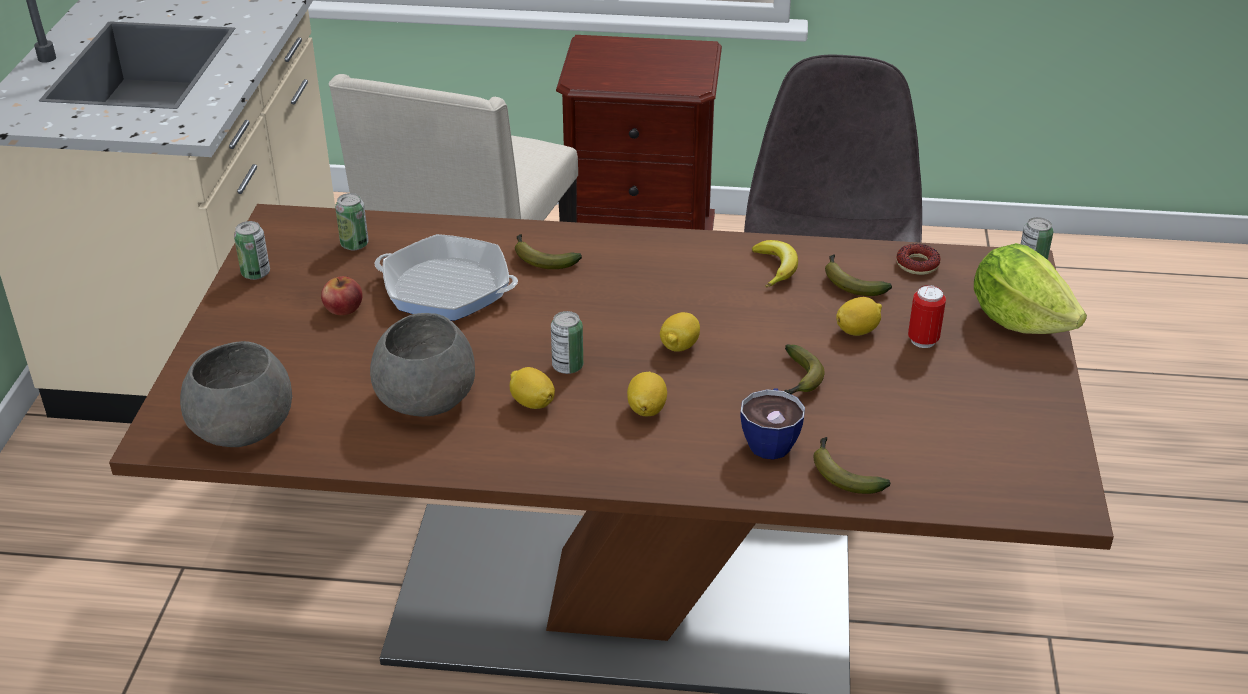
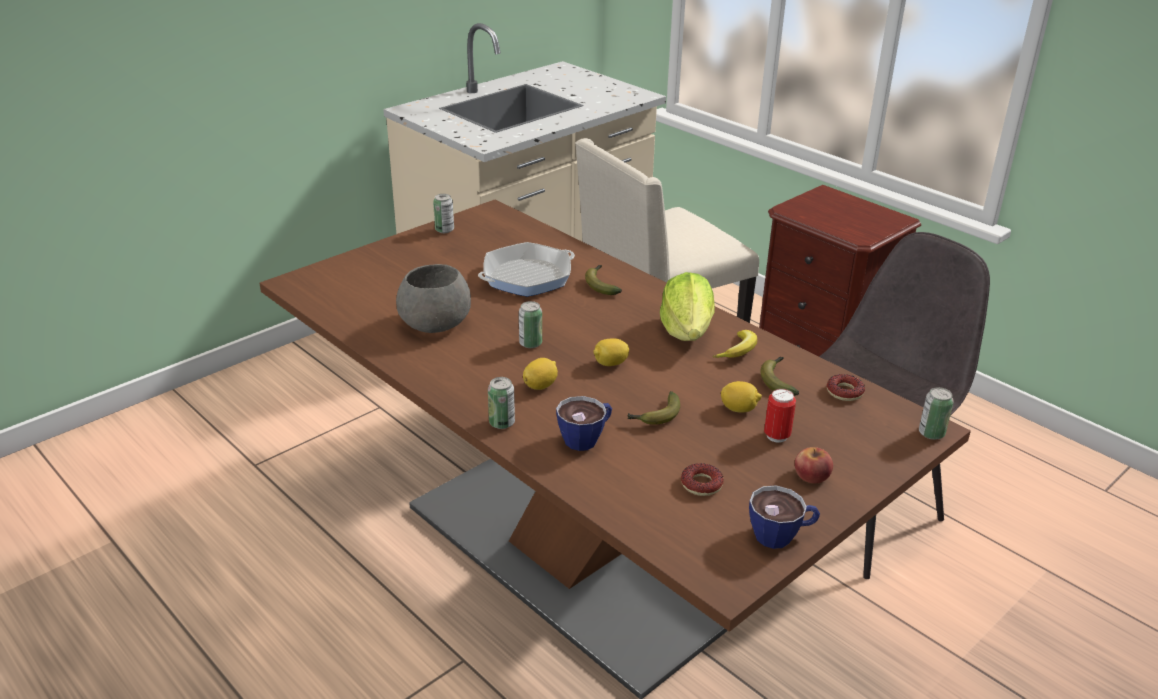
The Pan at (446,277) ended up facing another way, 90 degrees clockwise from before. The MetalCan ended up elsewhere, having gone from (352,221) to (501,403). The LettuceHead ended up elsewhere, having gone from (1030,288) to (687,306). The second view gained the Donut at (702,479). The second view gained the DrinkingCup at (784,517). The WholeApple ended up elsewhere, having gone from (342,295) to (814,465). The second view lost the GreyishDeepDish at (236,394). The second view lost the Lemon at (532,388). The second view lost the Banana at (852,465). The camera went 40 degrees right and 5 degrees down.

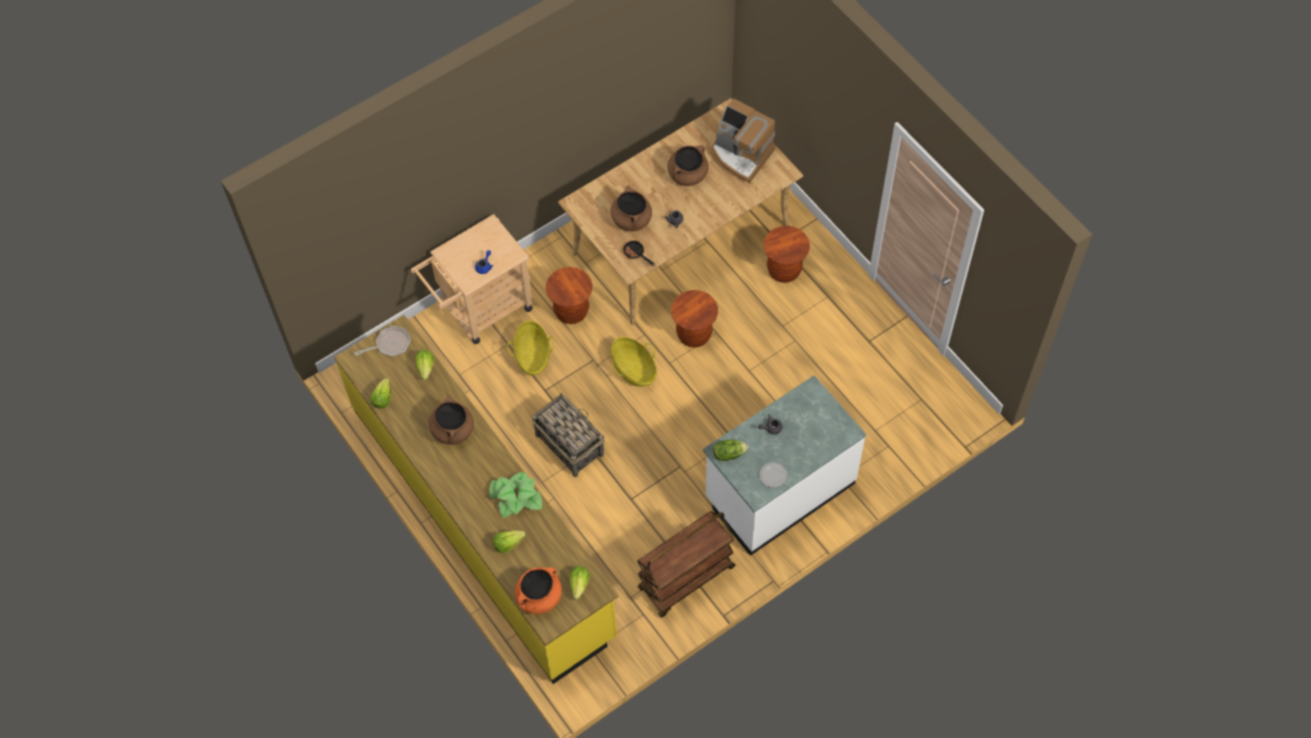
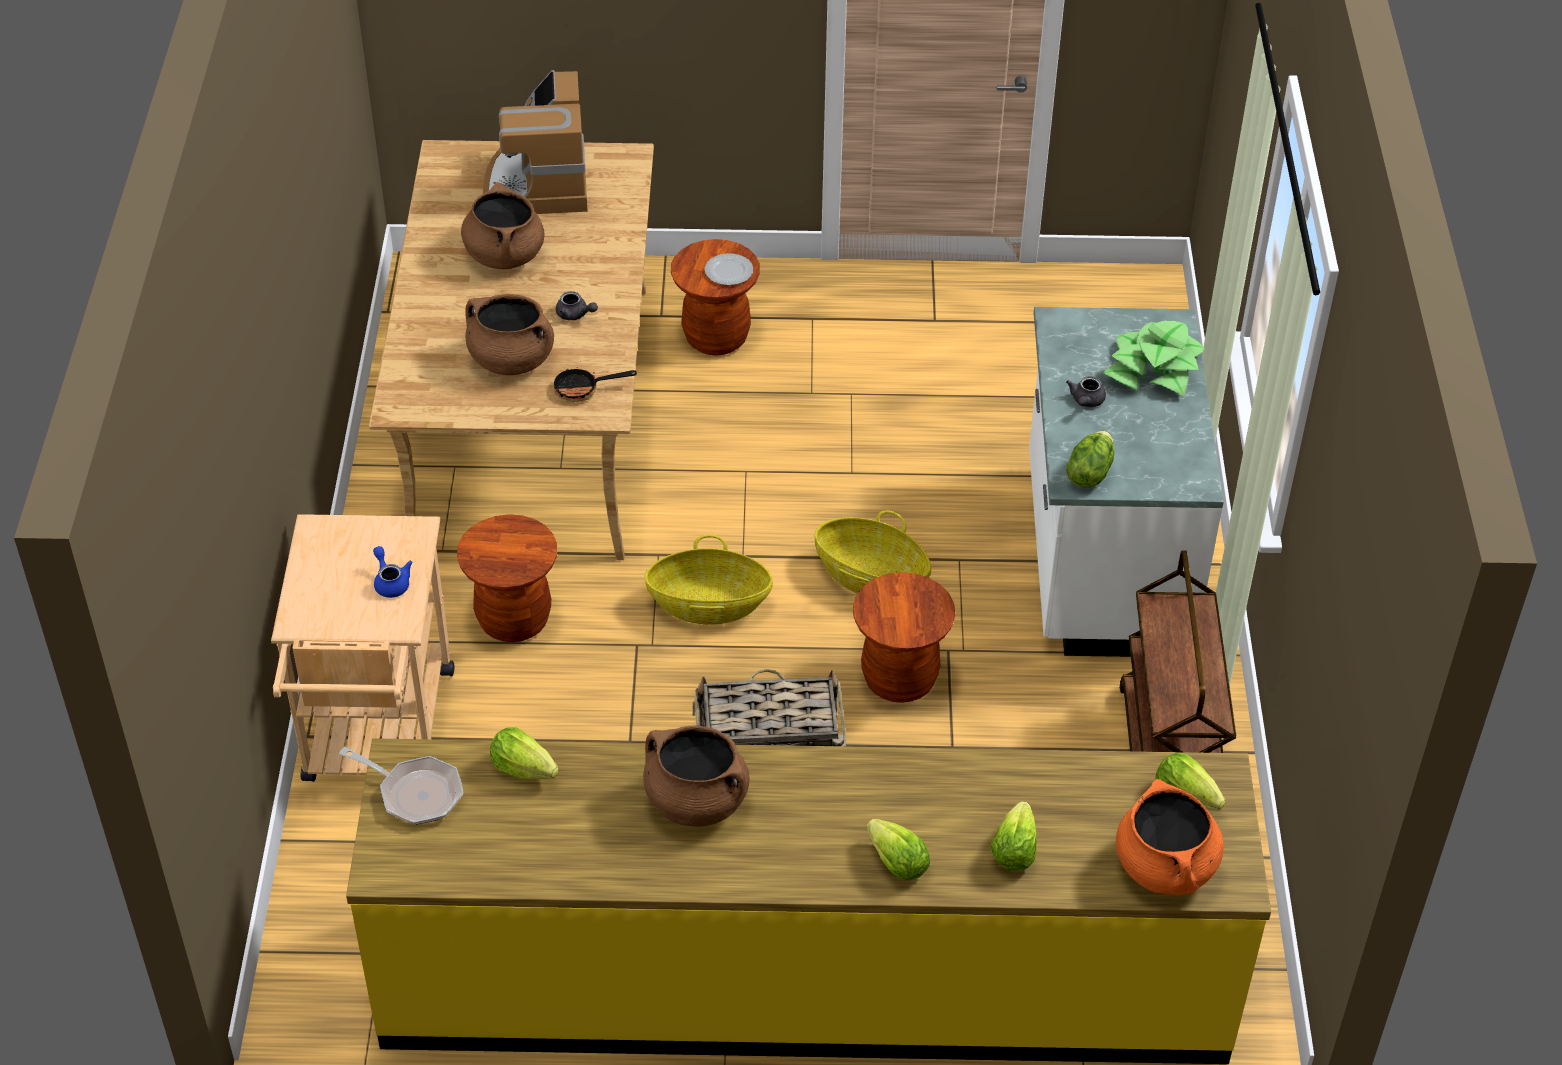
The Pan at (382,341) ended up facing another way, 105 degrees clockwise from before. The CoffeeBrewer at (743,141) ended up facing another way, 105 degrees clockwise from before. The Plate ended up elsewhere, having gone from (773,475) to (729,269). The Basket ended up elsewhere, having gone from (531,348) to (873,551). The BrownColouredStoolSeat ended up elsewhere, having gone from (694,319) to (904,637). The LettuceHead ended up elsewhere, having gone from (380,393) to (898,850). The Houseplant ended up elsewhere, having gone from (515,495) to (1153,358). The camera went 55 degrees left and 15 degrees down.

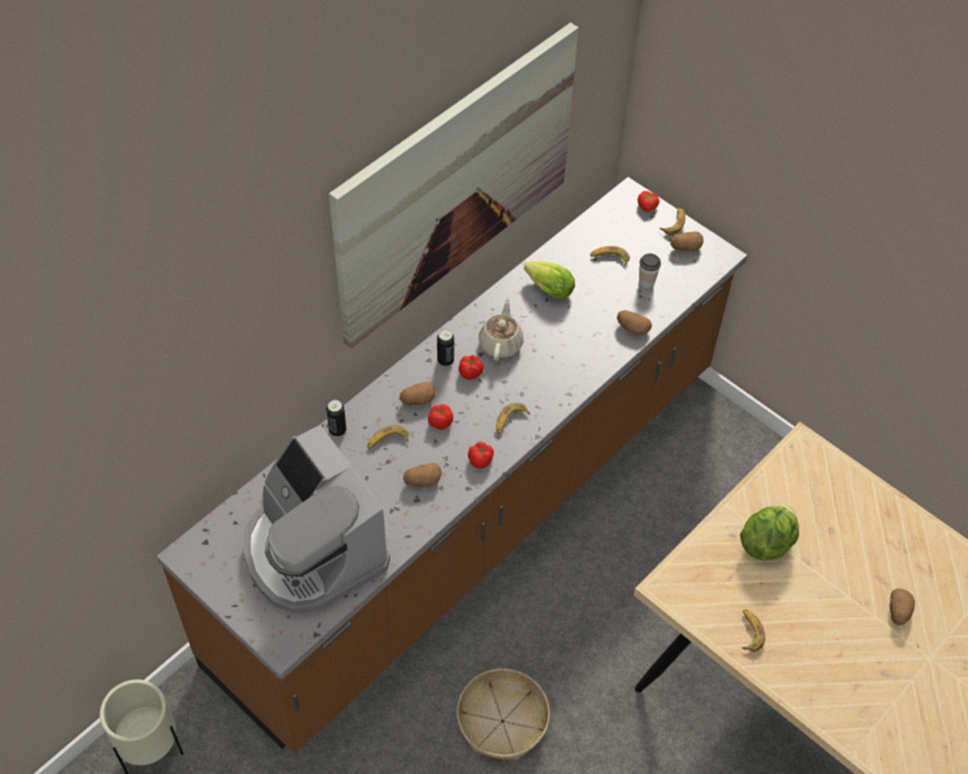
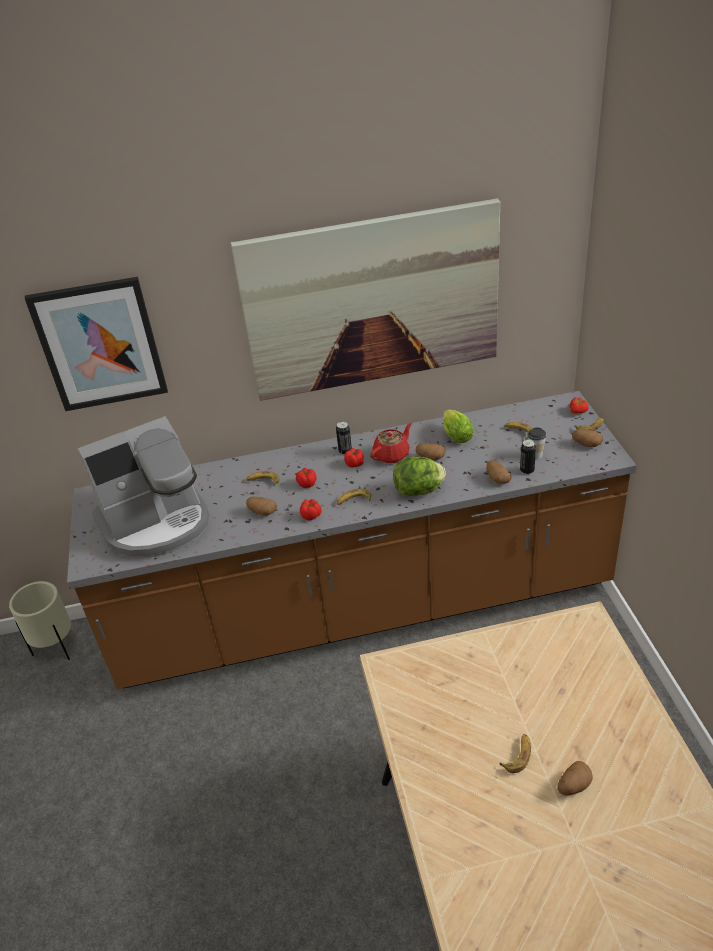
The second view gained the WallPicture at (96,344). The CoffeeBrewer at (317,519) ended up facing another way, 120 degrees counterclockwise from before. What was the BeigeTeapot at (501,329) turned into the RedTeapot at (391,443). The LettuceHead ended up elsewhere, having gone from (769,532) to (419,476). The WholePotato ended up elsewhere, having gone from (417,393) to (431,451). The Banana ended up elsewhere, having gone from (753,630) to (515,753). The MetalCan ended up elsewhere, having gone from (336,418) to (528,457). The second view lost the Basket at (503,714). The camera went 40 degrees right and 15 degrees down.

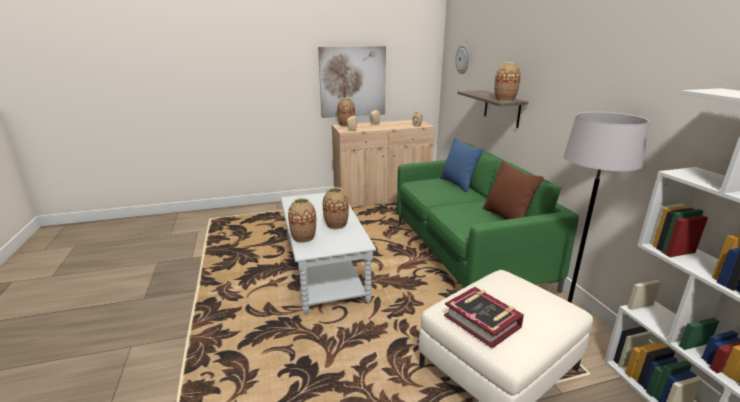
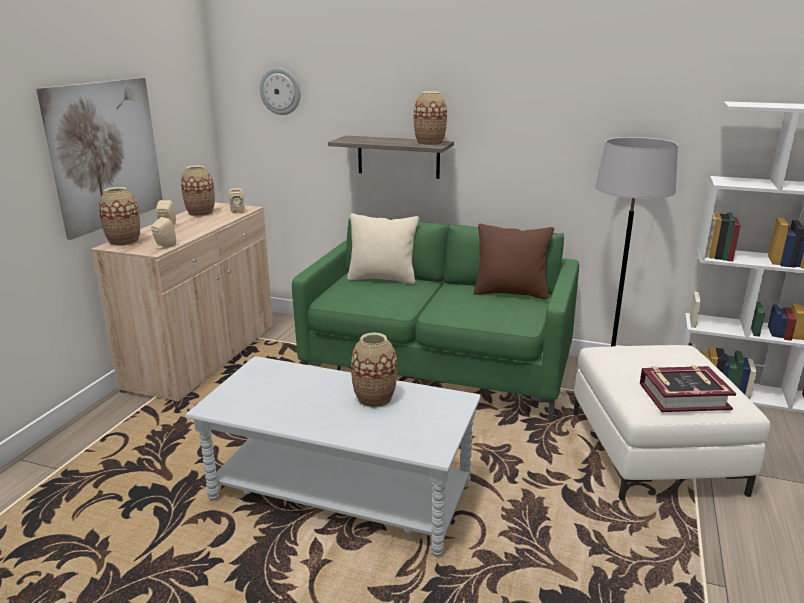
The FlowerVase ended up elsewhere, having gone from (302,220) to (198,190). What was the BlueCushion at (462,165) turned into the BeigeCushion at (383,248). The camera went 55 degrees left and 0 degrees up.

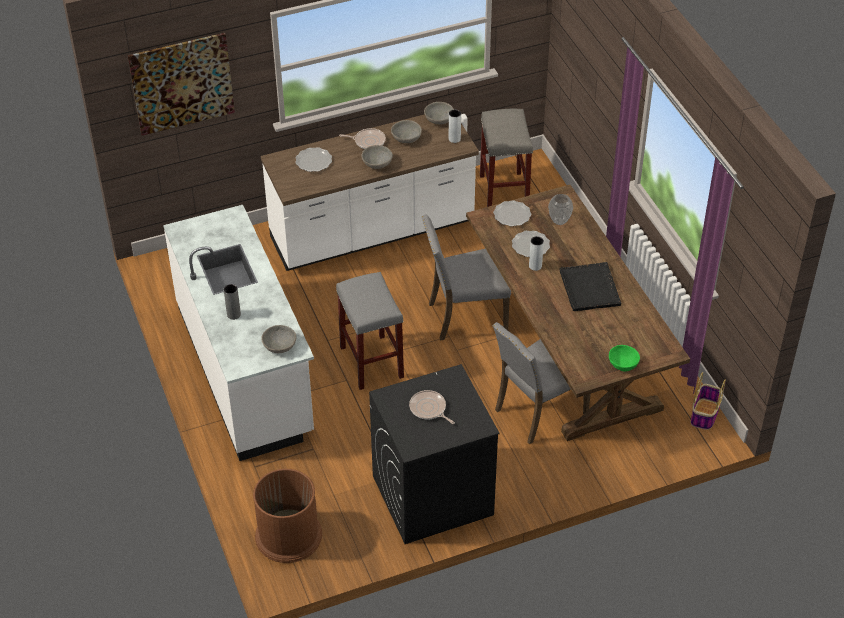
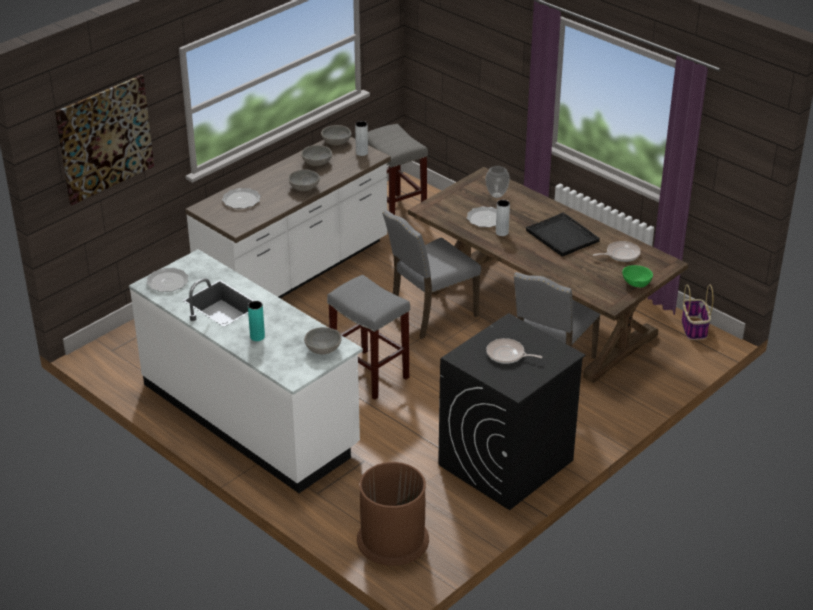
The Plate ended up elsewhere, having gone from (512,213) to (168,280). What was the GreyishFlowerVase at (232,302) turned into the BlueGreenFlowerVase at (256,321). The Pan ended up elsewhere, having gone from (362,138) to (617,251). The camera went 25 degrees left and 10 degrees down.

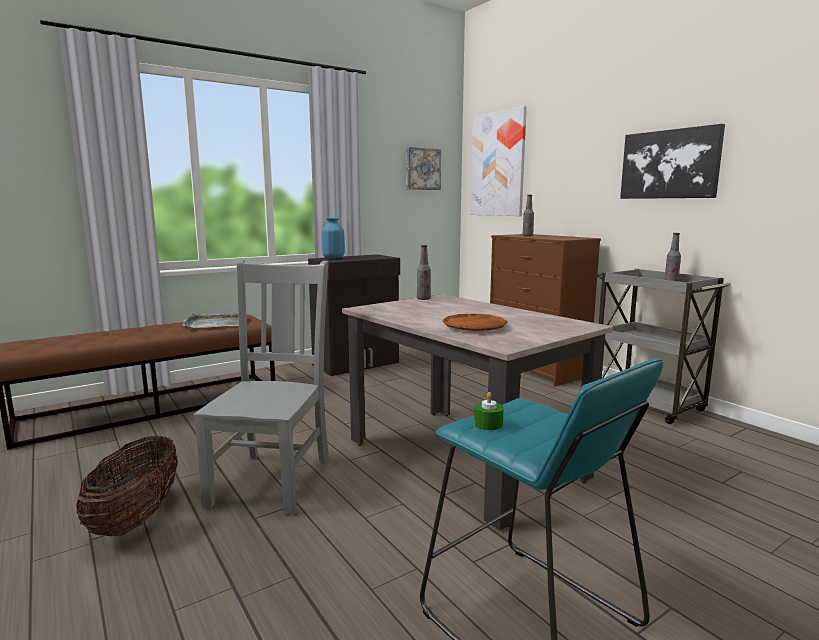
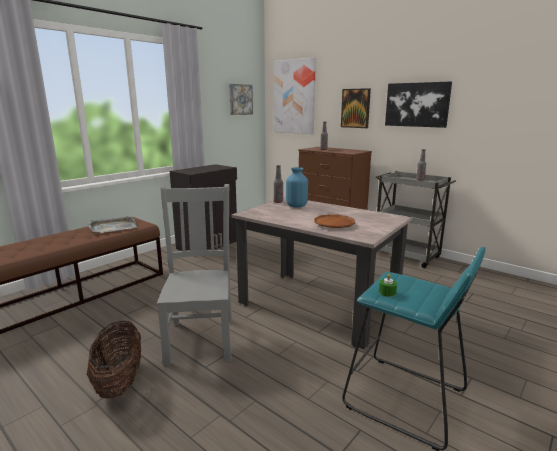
The BlueFlowerVase ended up elsewhere, having gone from (333,238) to (297,187). The second view gained the WallPicture at (356,108). The camera went 15 degrees left and 5 degrees up.

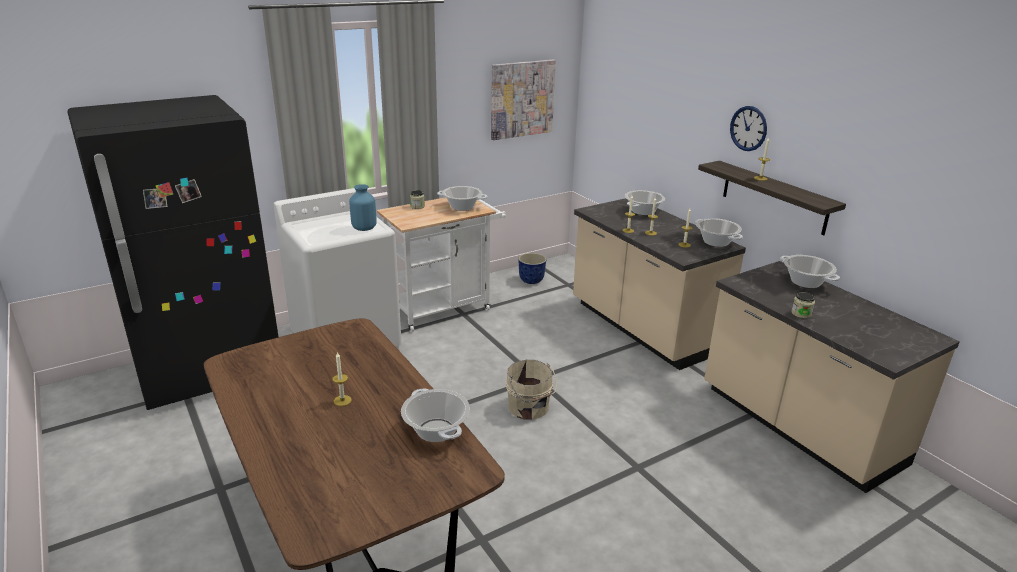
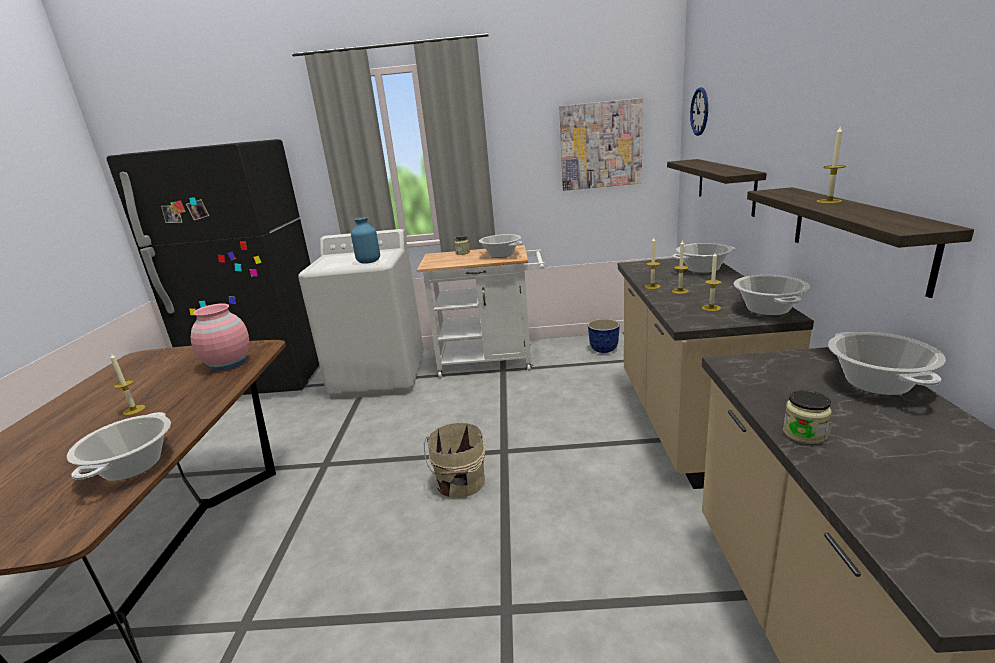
The second view gained the PinkFlowerVase at (220,337). The second view gained the BracketShelf at (717,188). The HangingClock ended up elsewhere, having gone from (748,128) to (699,111). The camera went 35 degrees right and 5 degrees down.

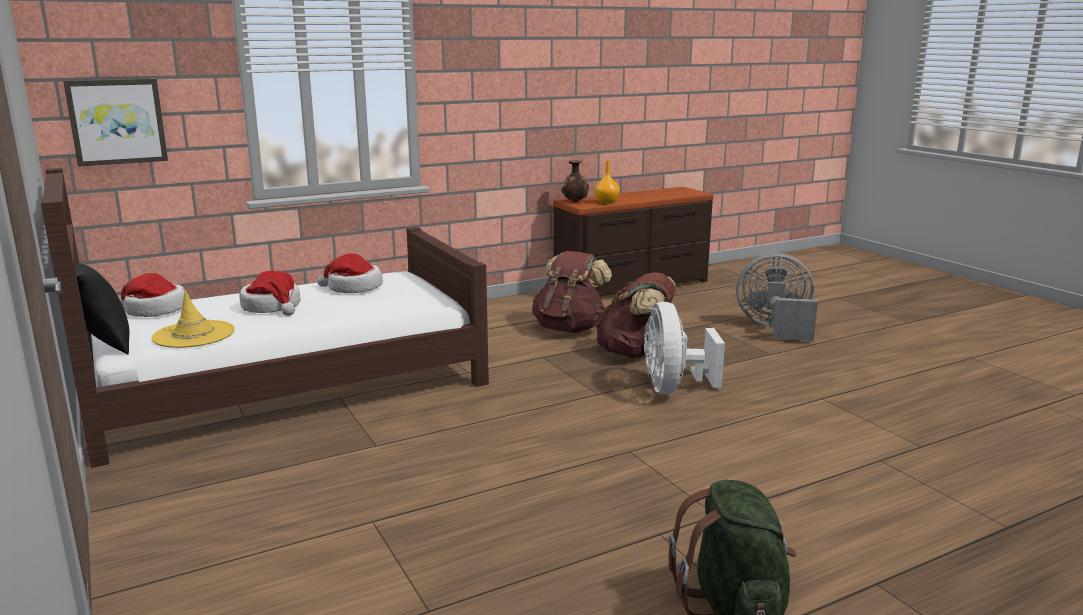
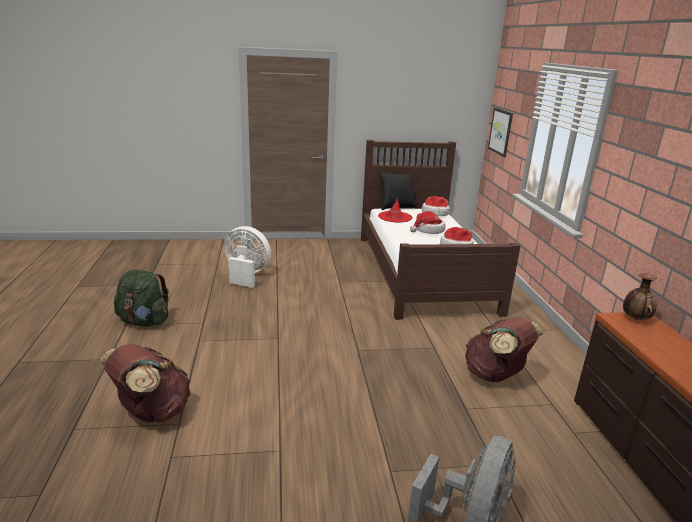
The BrownColouredRucksack ended up elsewhere, having gone from (635,315) to (145,383). The WhitishFan ended up elsewhere, having gone from (684,348) to (247,257). What was the YellowColouredWearableHat at (193,319) turned into the RedWearableHat at (395,209). The second view lost the OrangeyFlowerVase at (607,182). The camera went 110 degrees right and 5 degrees up.

